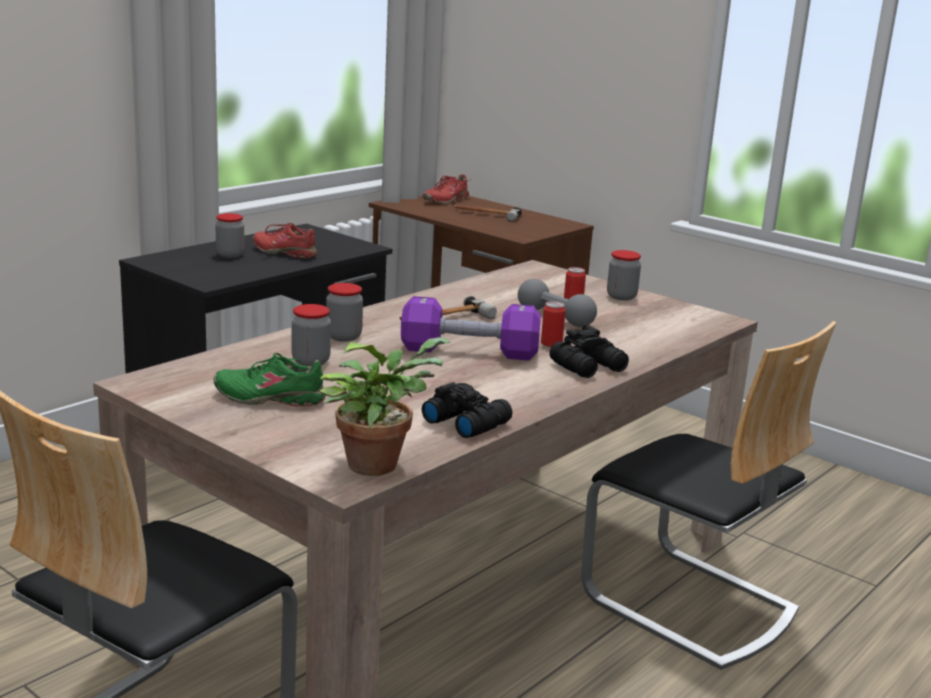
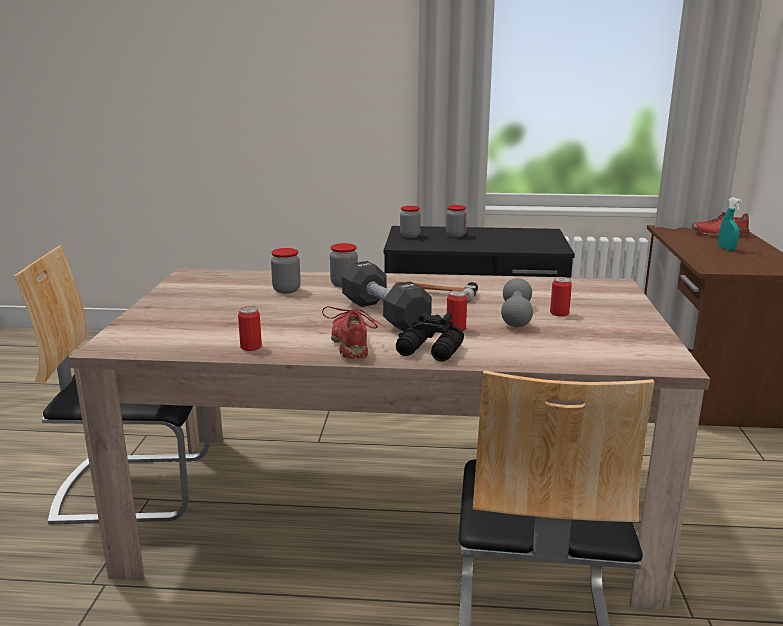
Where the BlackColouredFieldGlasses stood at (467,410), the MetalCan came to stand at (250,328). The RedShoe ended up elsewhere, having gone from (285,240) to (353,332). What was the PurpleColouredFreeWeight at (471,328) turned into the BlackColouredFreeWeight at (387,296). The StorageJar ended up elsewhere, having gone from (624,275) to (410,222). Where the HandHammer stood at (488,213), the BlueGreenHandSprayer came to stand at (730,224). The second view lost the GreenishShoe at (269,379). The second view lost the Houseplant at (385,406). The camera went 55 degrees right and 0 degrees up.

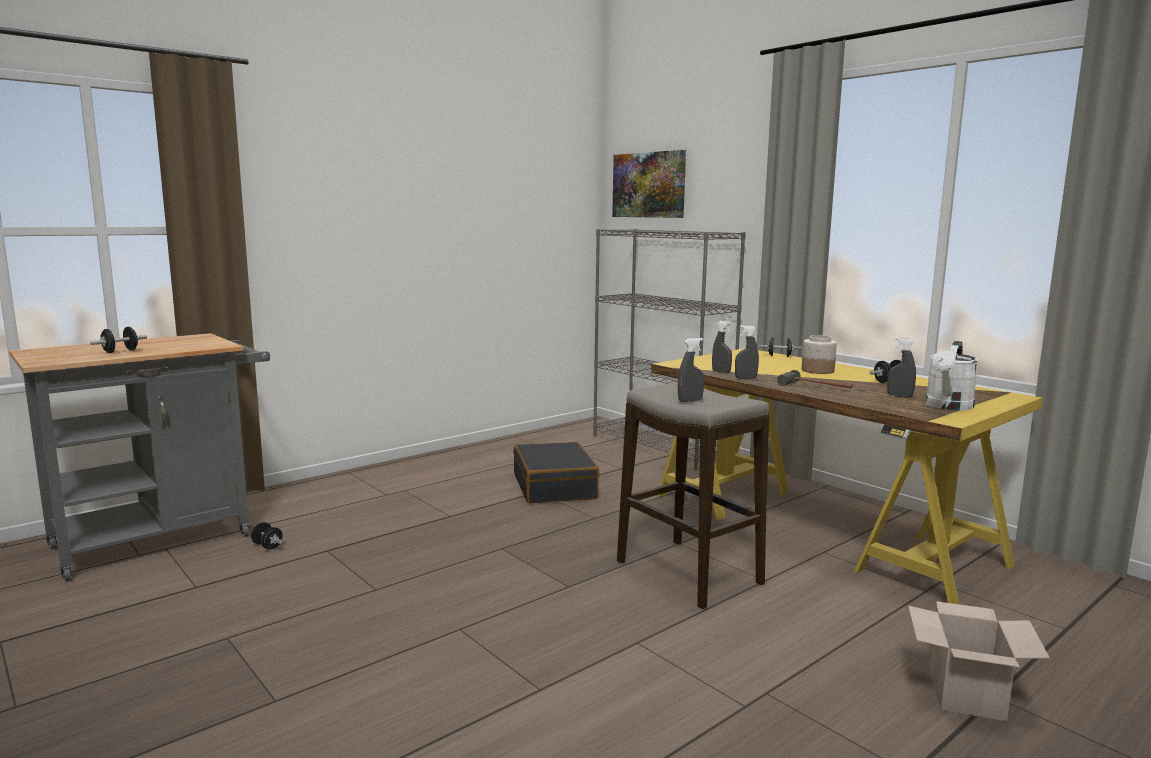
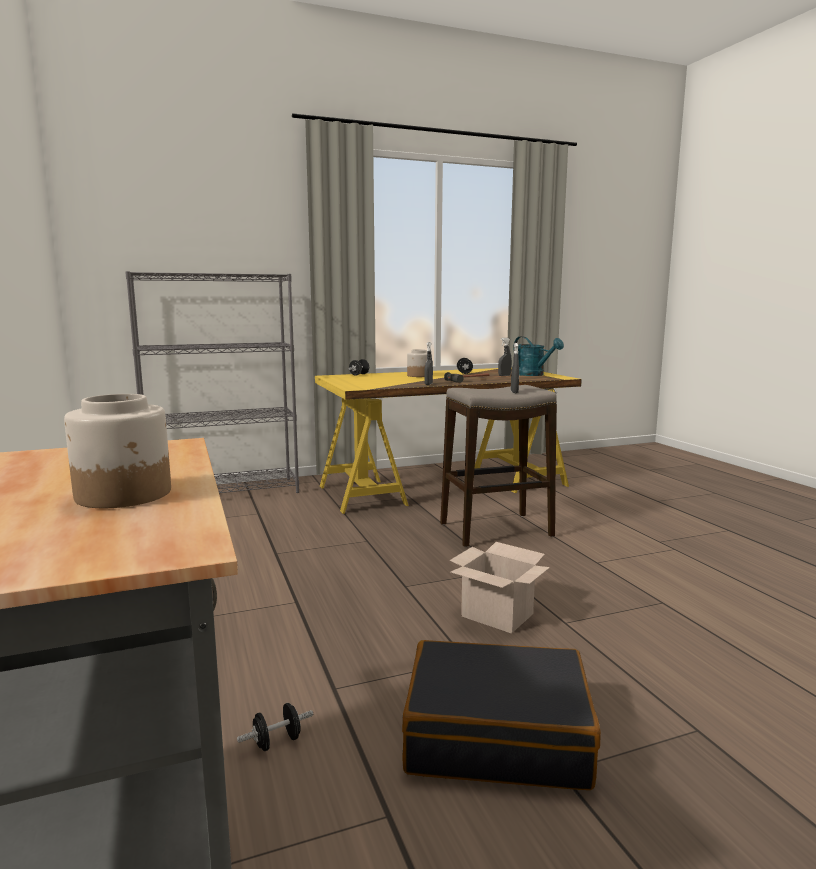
Where the BlackColouredFreeWeight stood at (118,340), the StorageJar came to stand at (117,451). The BlackColouredTravelCase ended up elsewhere, having gone from (556,472) to (501,715). The Carton ended up elsewhere, having gone from (979,661) to (500,588). What was the WhitishWateringCan at (951,375) turned into the BlueGreenWateringCan at (538,356). The second view lost the WallPicture at (649,184). The second view lost the GreyishHandSprayer at (722,347). The camera went 70 degrees left and 0 degrees up.

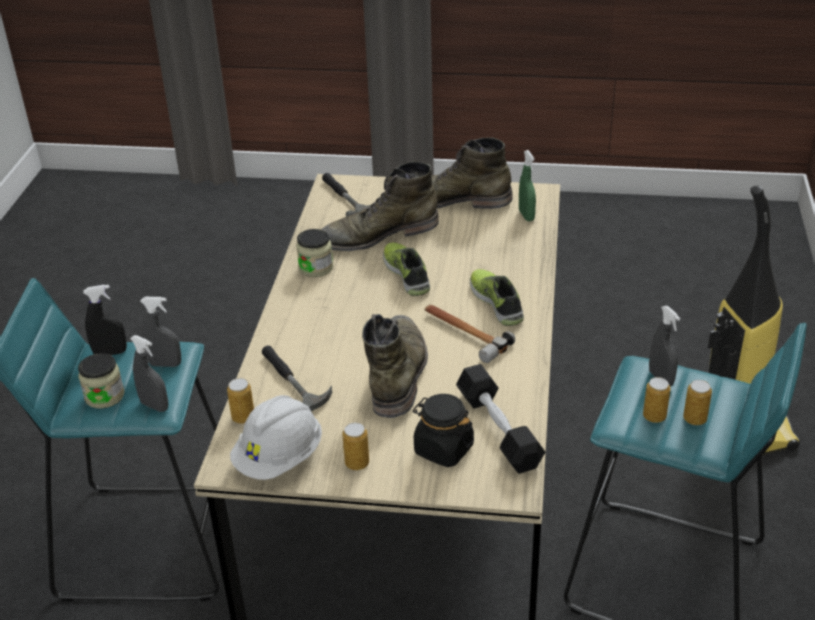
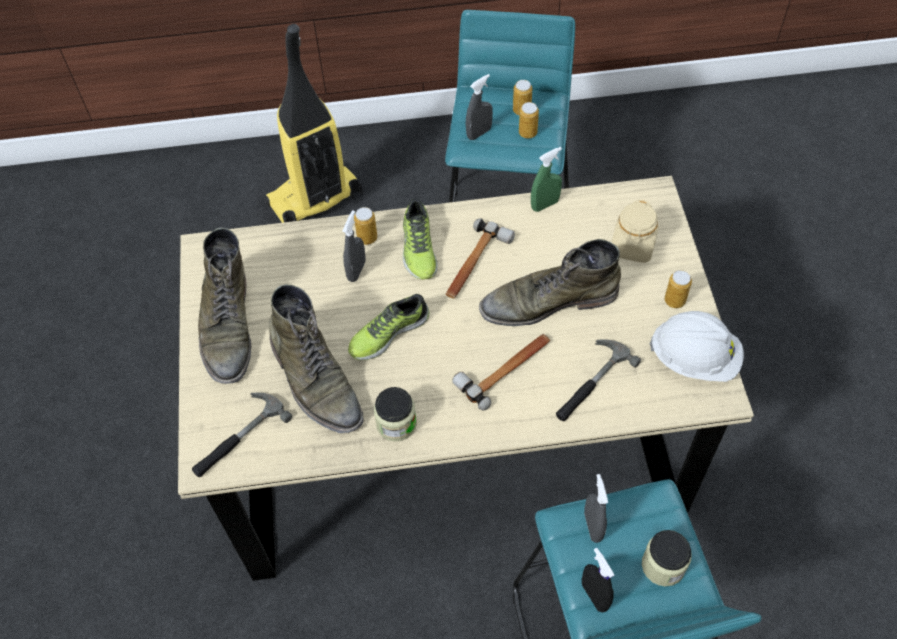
The GreyishHandSprayer ended up elsewhere, having gone from (149,373) to (353,246). The MetalCan ended up elsewhere, having gone from (240,401) to (365,226). The Shoe at (497,297) ended up facing another way, 60 degrees counterclockwise from before. The second view gained the HandHammer at (501,372). The GreenishHandSprayer ended up elsewhere, having gone from (527,185) to (546,179). What was the BlackColouredStorageJar at (443,430) turned into the BeigeStorageJar at (635,231). The second view lost the BlackColouredFreeWeight at (500,419). The camera went 105 degrees left and 20 degrees up.

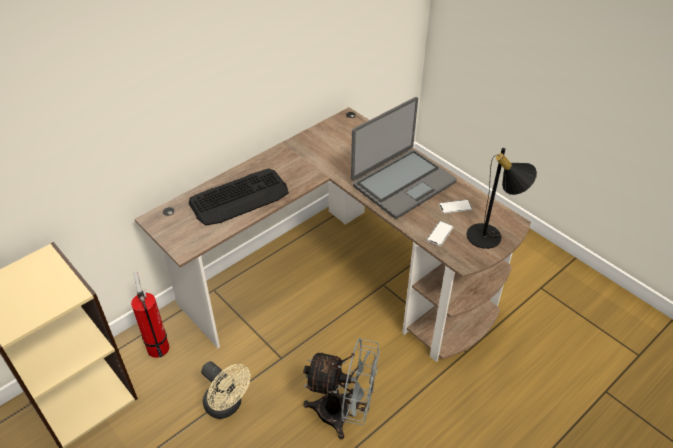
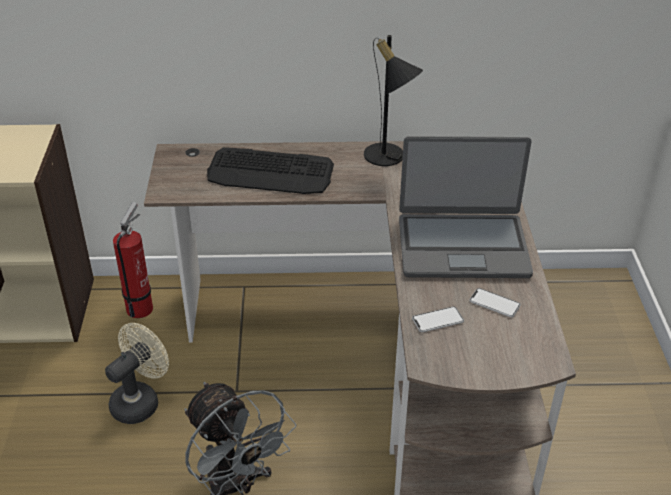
The BeigeFan at (226,390) ended up facing another way, 135 degrees counterclockwise from before. The BlackColouredLampForATable ended up elsewhere, having gone from (502,198) to (393,100). The camera went 40 degrees right and 5 degrees down.

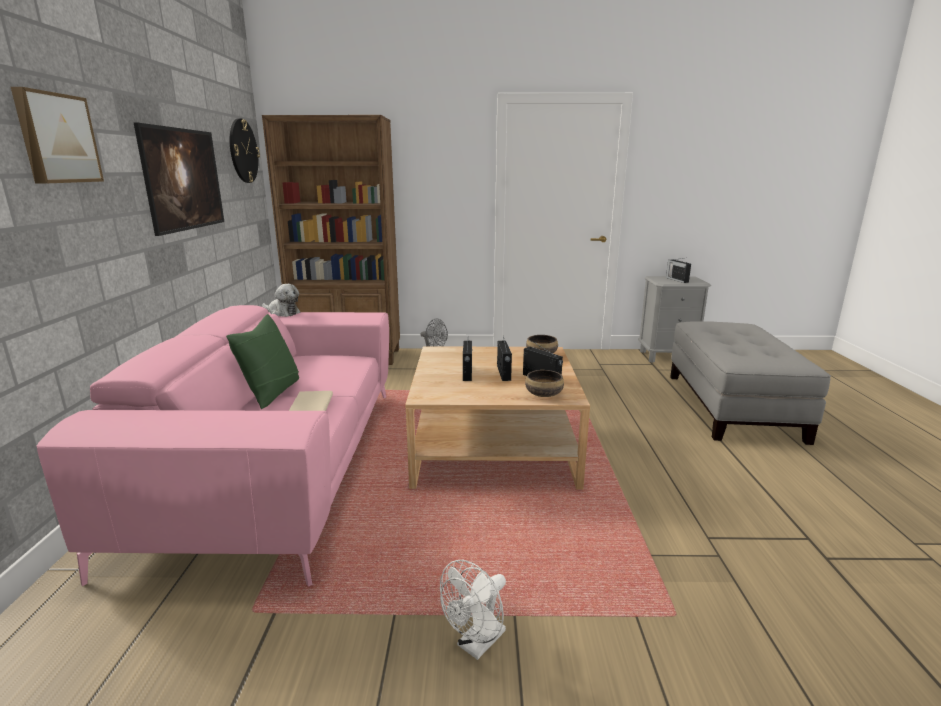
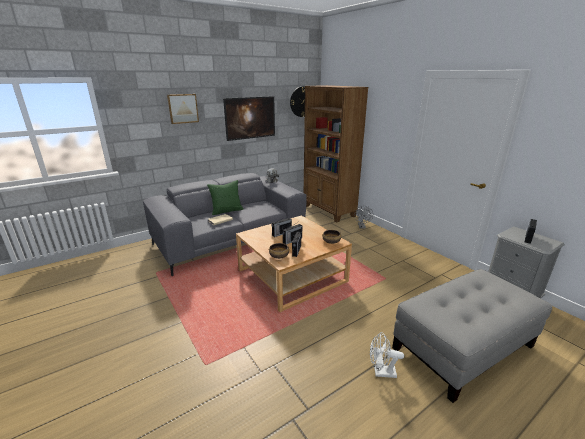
What was the PinkSofa at (212,446) turned into the GreyishSofa at (225,224). The WhitishFan ended up elsewhere, having gone from (473,610) to (387,355). The camera went 55 degrees right and 5 degrees up.

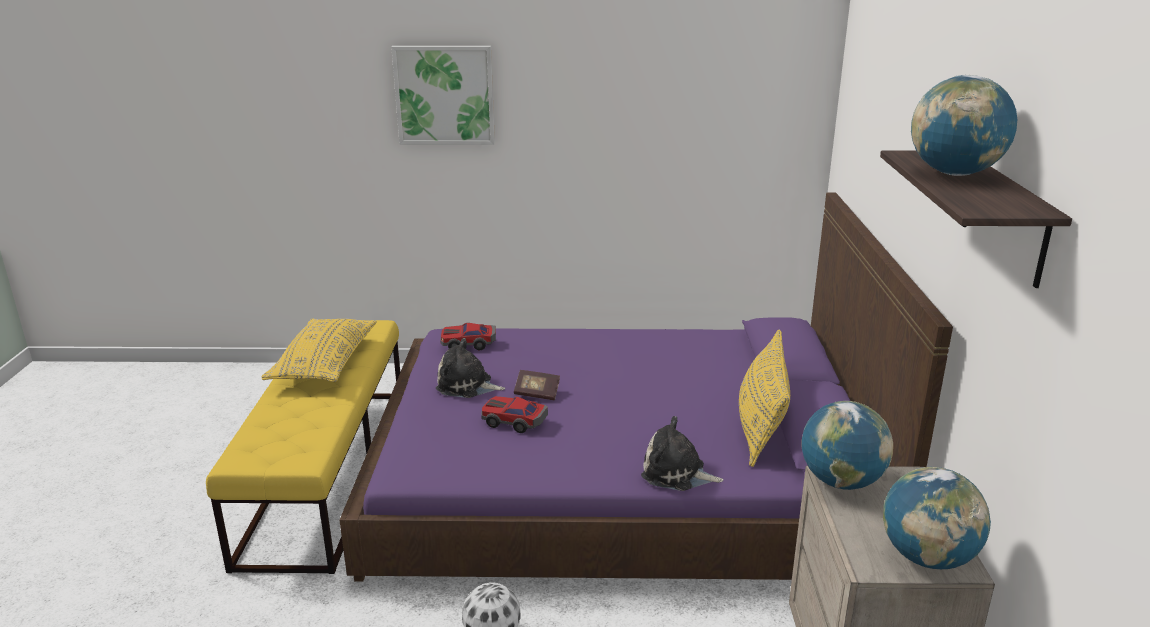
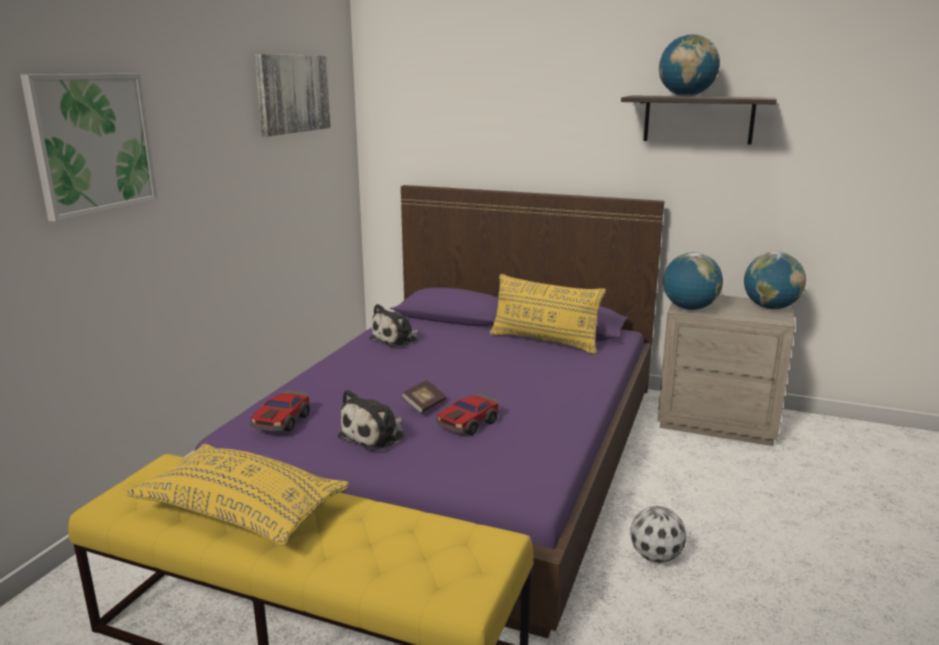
The second view gained the WallPicture at (292,95). The CuddlyToy ended up elsewhere, having gone from (682,453) to (394,325). The camera went 70 degrees left and 5 degrees down.

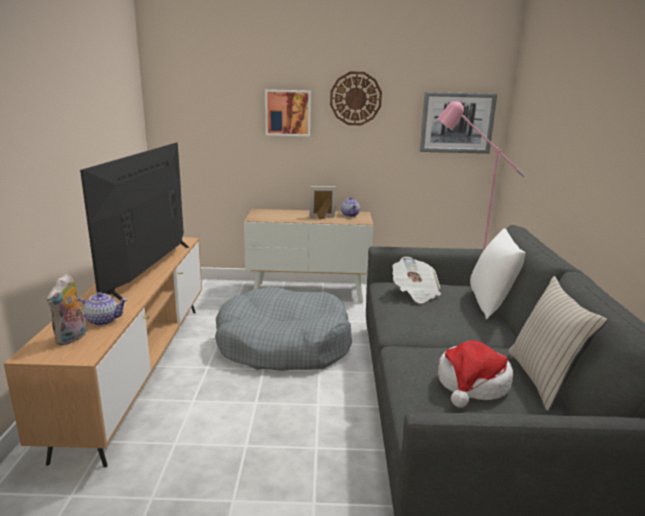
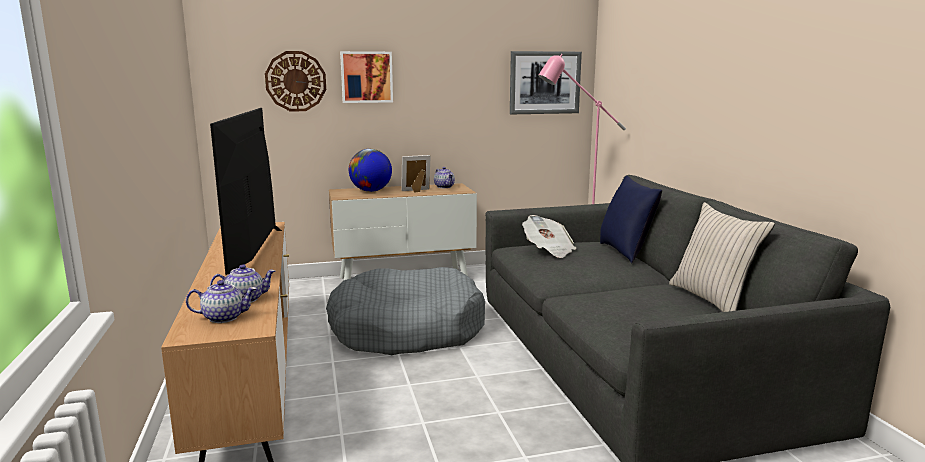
Where the CuddlyToy stood at (67,309), the Teapot came to stand at (221,301). The HangingClock ended up elsewhere, having gone from (356,98) to (295,81). The second view gained the Globe at (370,170). What was the WhitishCushion at (497,273) turned into the BlueCushion at (631,219). The second view lost the WearableHat at (475,374). The camera went 15 degrees left and 5 degrees down.

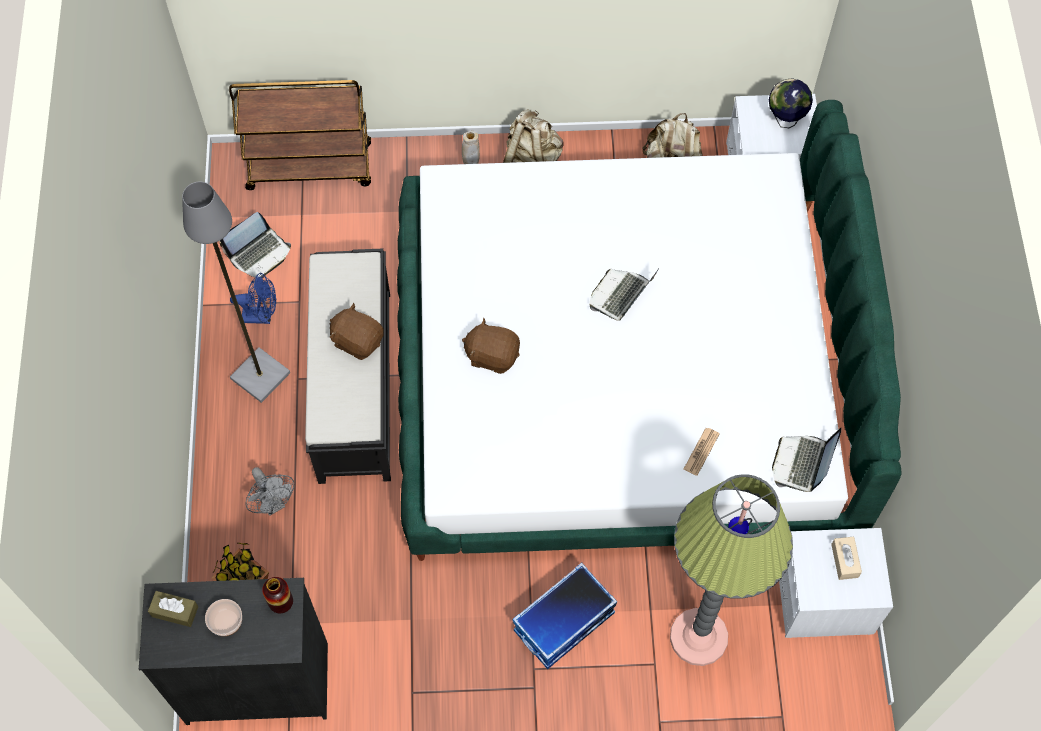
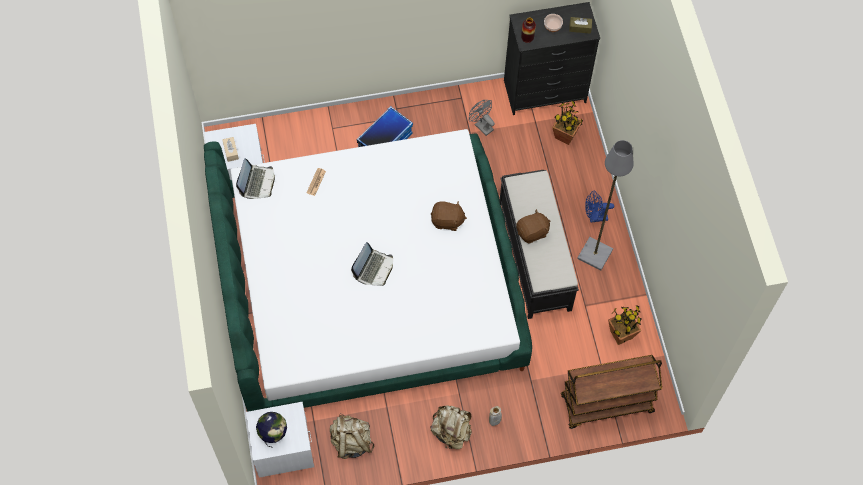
The GreyishFan ended up elsewhere, having gone from (269,491) to (482,118). The BrownColouredCuddlyToy at (357,331) ended up facing another way, 45 degrees counterclockwise from before. The BlueFan ended up elsewhere, having gone from (253,298) to (599,207). Where the NotebookComputer stood at (255,245), the Houseplant came to stand at (625,325). The second view lost the StandingLamp at (731,570). The camera went 170 degrees right and 0 degrees up.

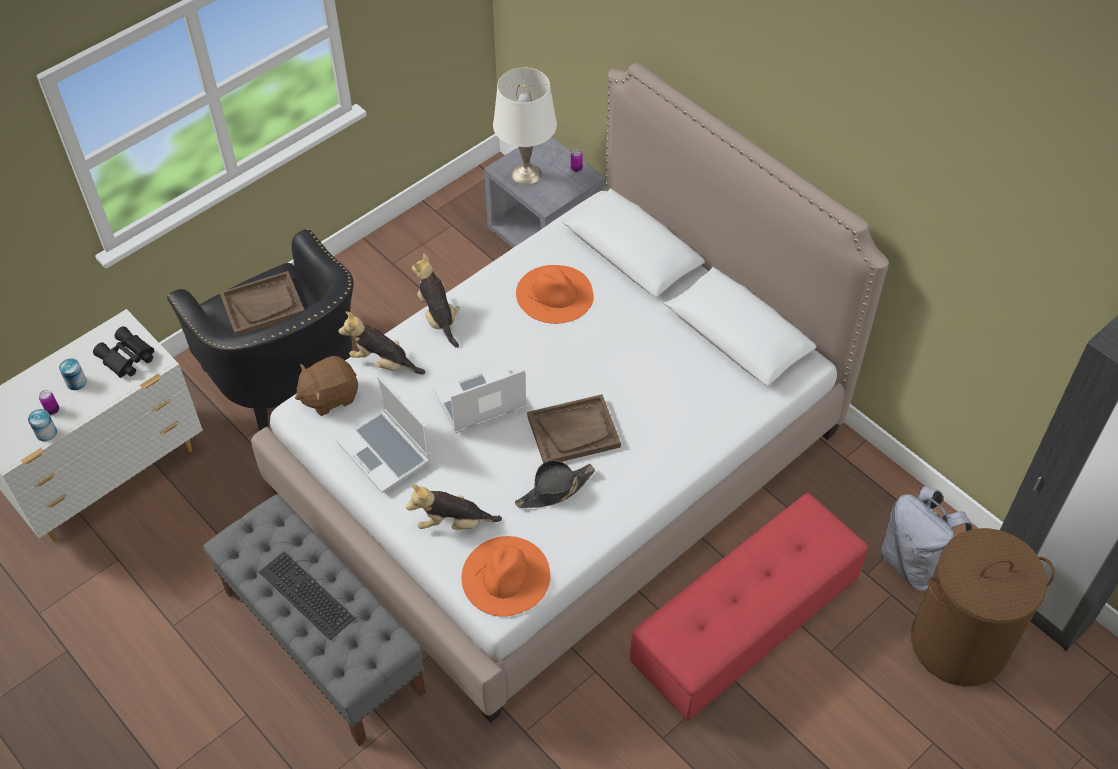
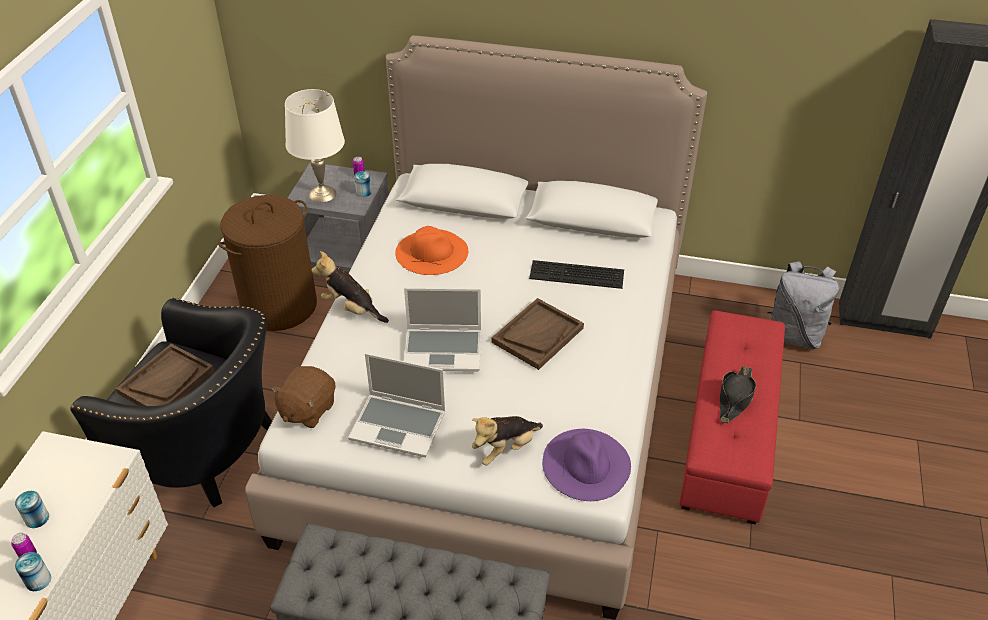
The BrownColouredLaundryBasket ended up elsewhere, having gone from (983,607) to (267,263). The second view gained the MetalCan at (363,184). The NotebookComputer at (480,398) ended up facing another way, 120 degrees counterclockwise from before. The ComputerKeyboard ended up elsewhere, having gone from (307,596) to (576,274). What was the OrangeyWearableHat at (505,576) turned into the PurpleColouredWearableHat at (586,465). The BlackColouredWearableHat ended up elsewhere, having gone from (555,484) to (738,394). The second view lost the BlackColouredFieldGlasses at (123,352). The second view lost the CuddlyToy at (381,342). The camera went 35 degrees left and 10 degrees down.

